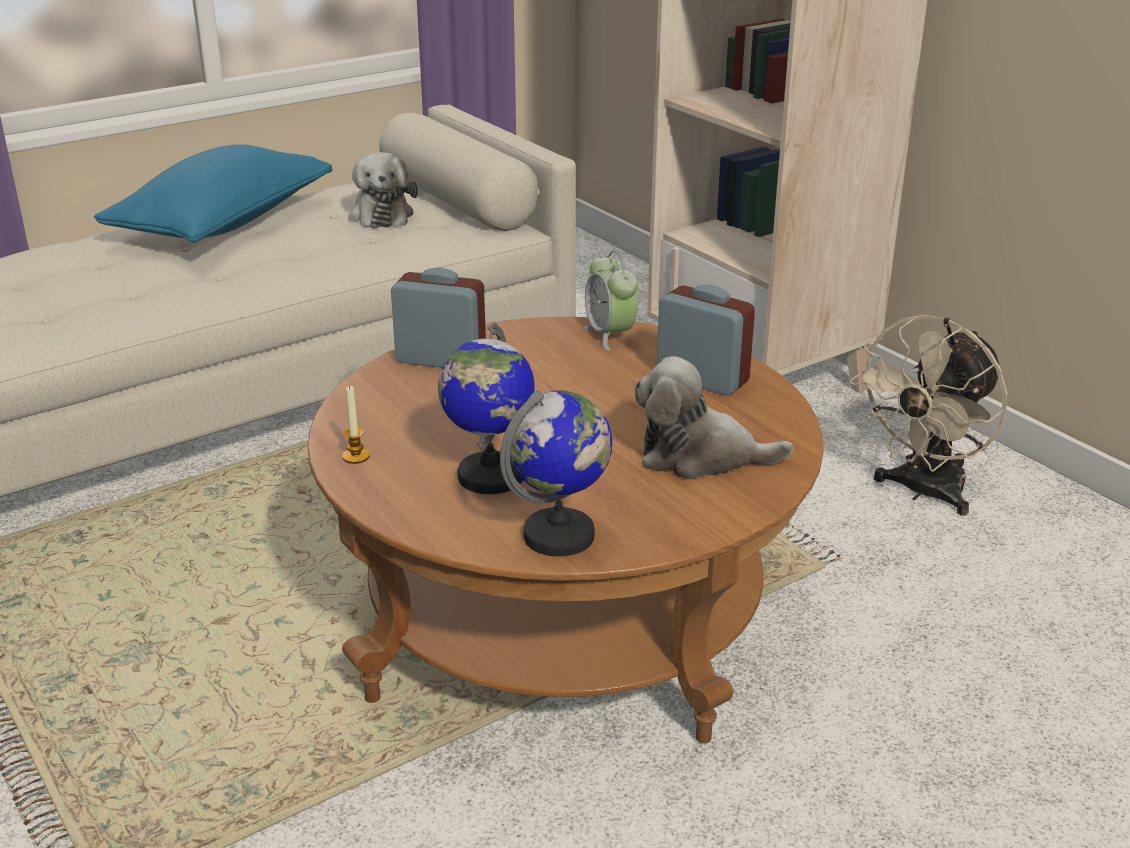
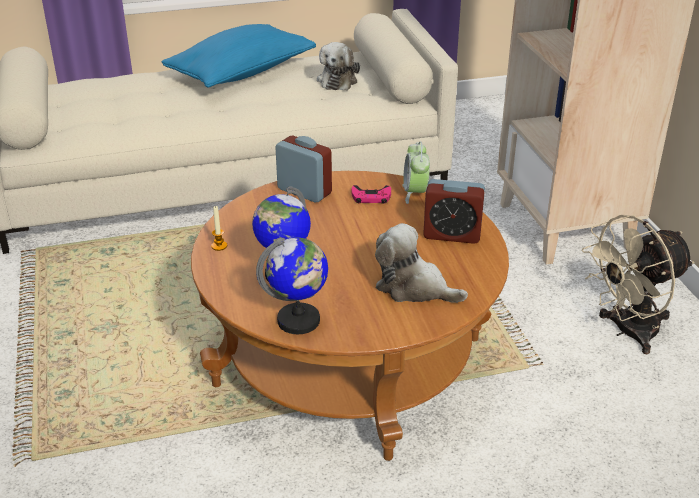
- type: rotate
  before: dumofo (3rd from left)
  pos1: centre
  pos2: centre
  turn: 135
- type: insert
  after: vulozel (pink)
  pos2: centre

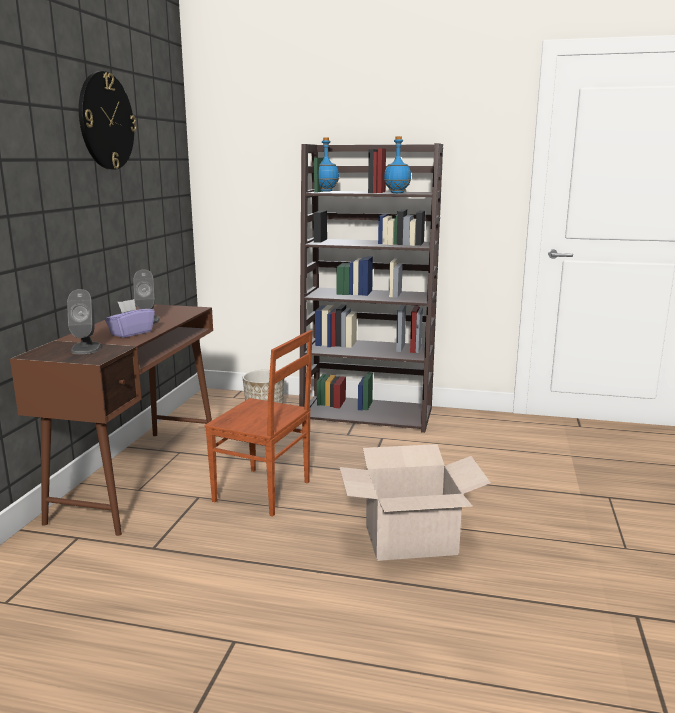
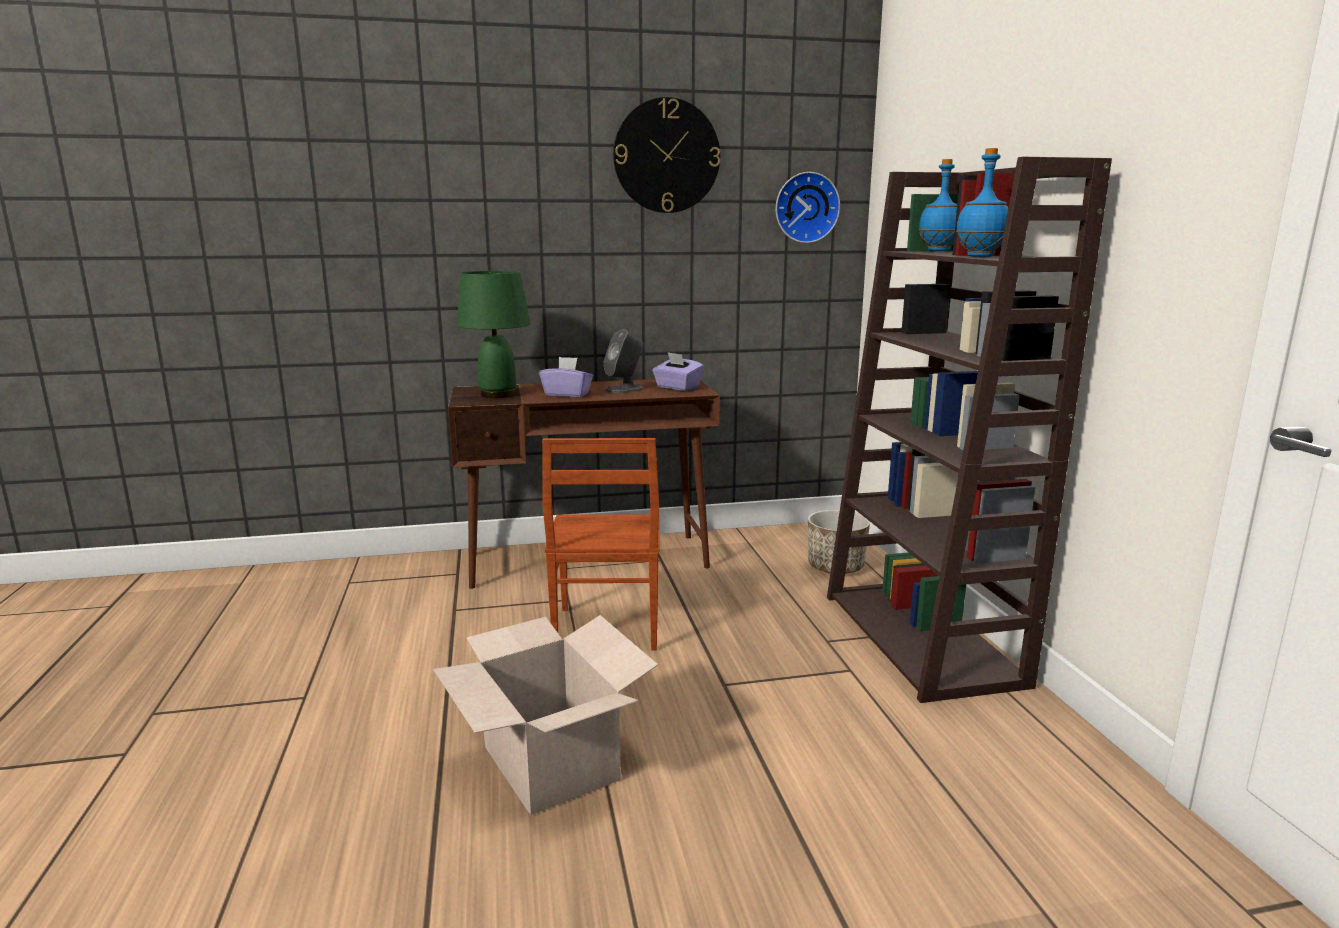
- type: replace
  before: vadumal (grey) (1st from left)
  after: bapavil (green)
  pos1: middle left
  pos2: centre
- type: insert
  after: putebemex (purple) (2nd from left)
  pos2: centre
- type: insert
  after: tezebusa (2nd from left)
  pos2: top centre

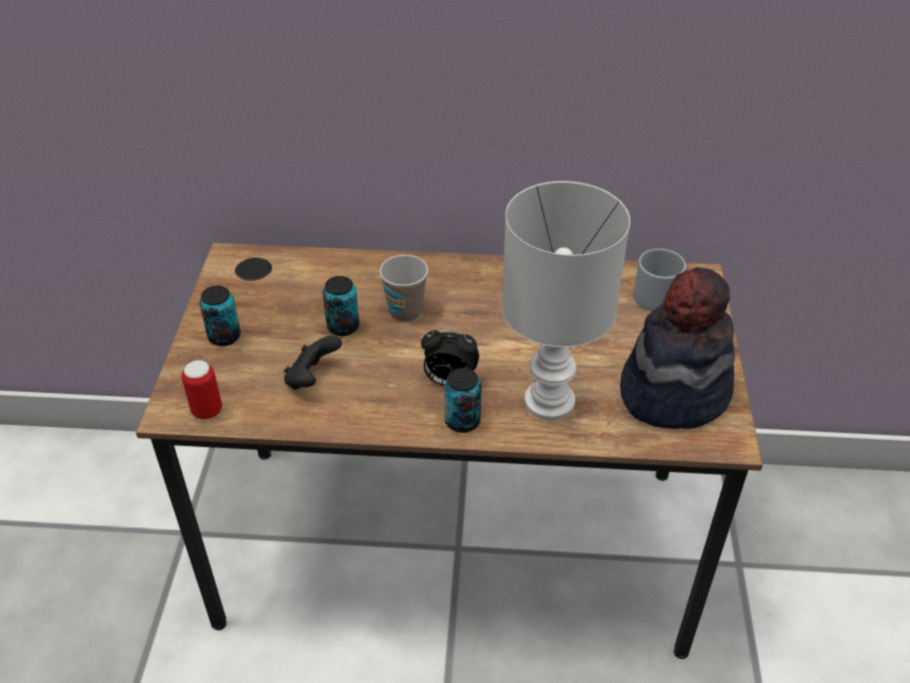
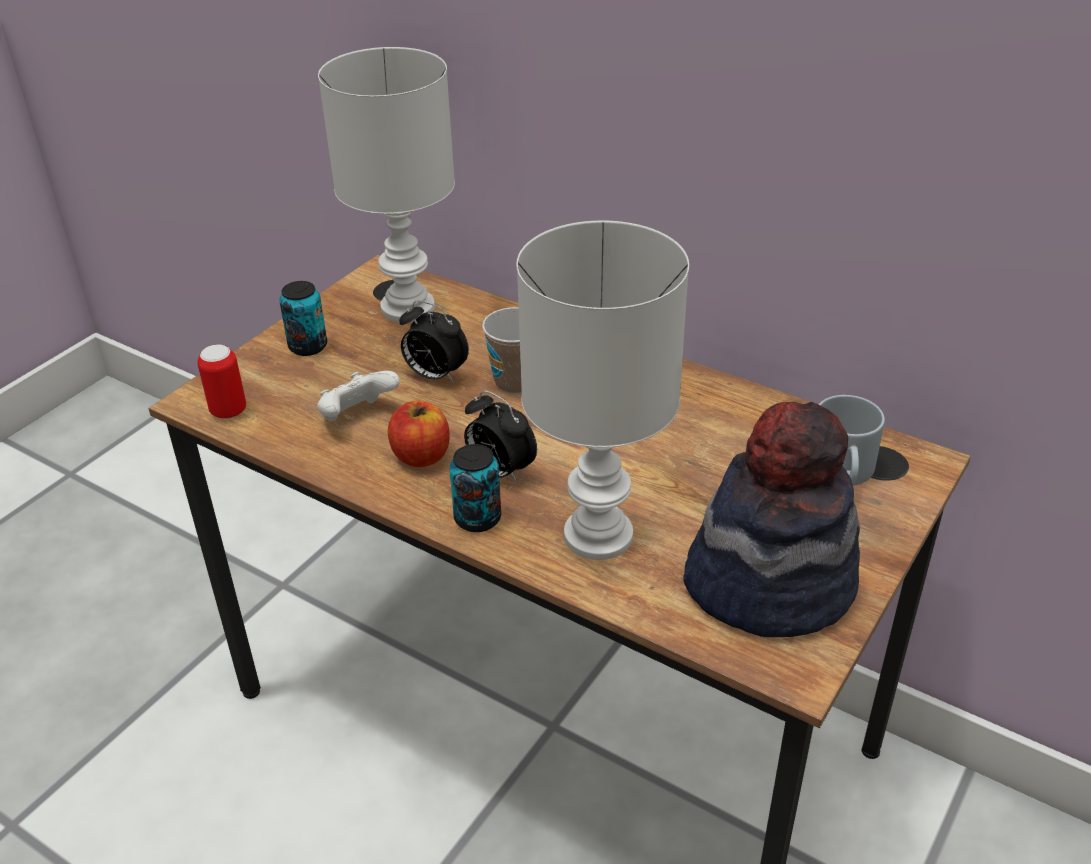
- type: recolor
  before: vulozel (black)
  after: vulozel (white)
  pos1: centre
  pos2: middle left
- type: replace
  before: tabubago (3rd from left)
  after: dumofo (1st from left)
  pos1: centre
  pos2: centre
- type: insert
  after: bapavil (white) (1st from left)
  pos2: top centre
- type: insert
  after: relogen
  pos2: centre

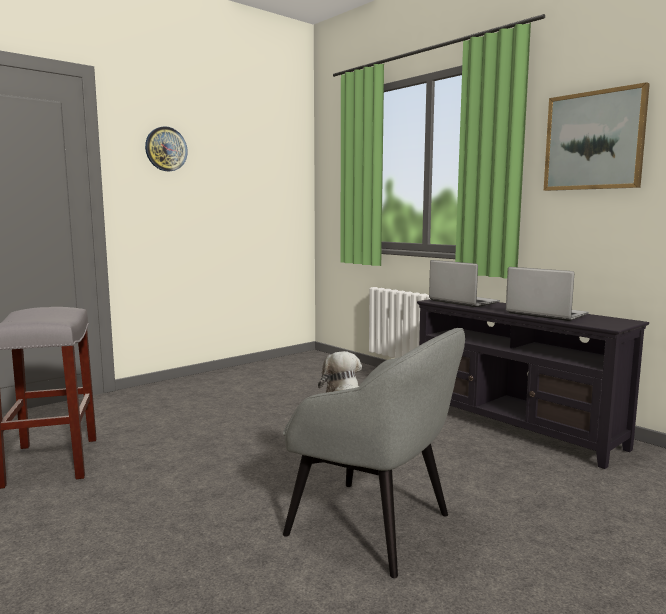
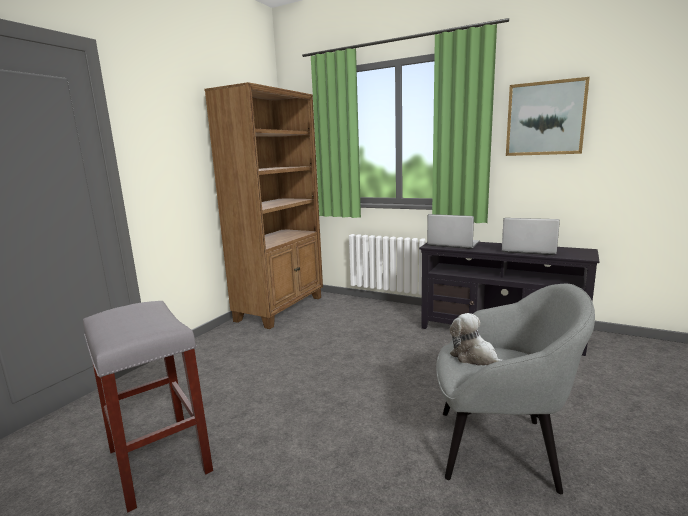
- type: delete
  before: tezebusa
  pos1: top left
- type: insert
  after: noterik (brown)
  pos2: centre

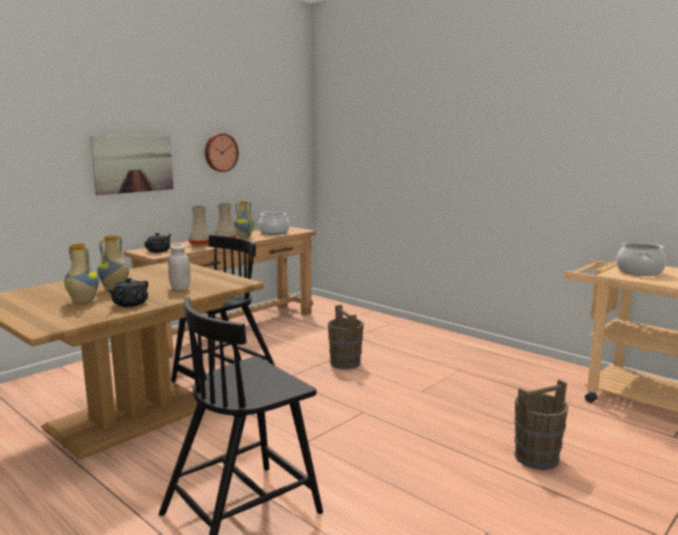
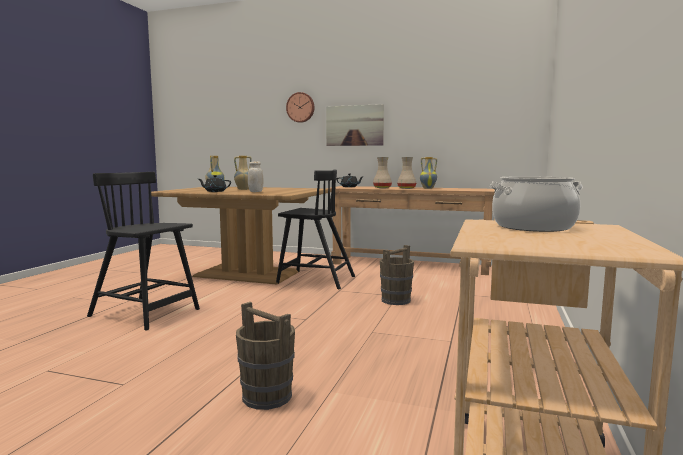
- type: move
  before: tezebusa
  pos1: top left
  pos2: top centre
- type: delete
  before: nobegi (1st from left)
  pos1: centre

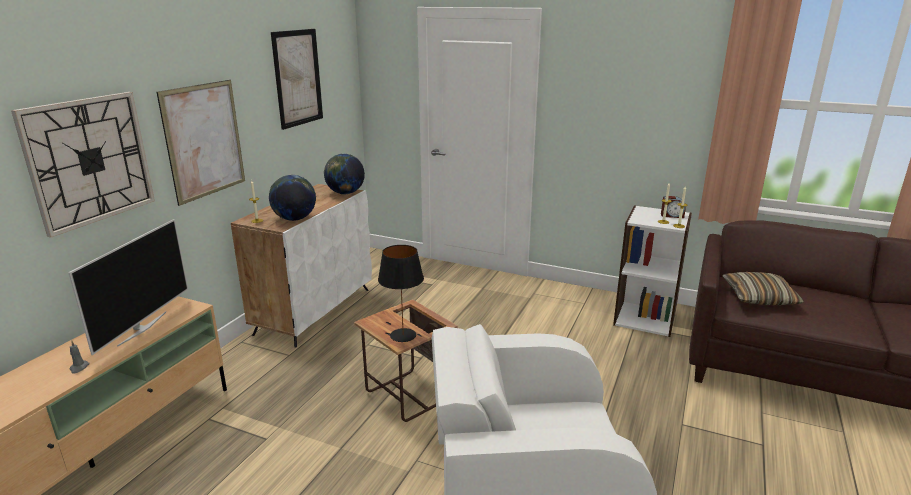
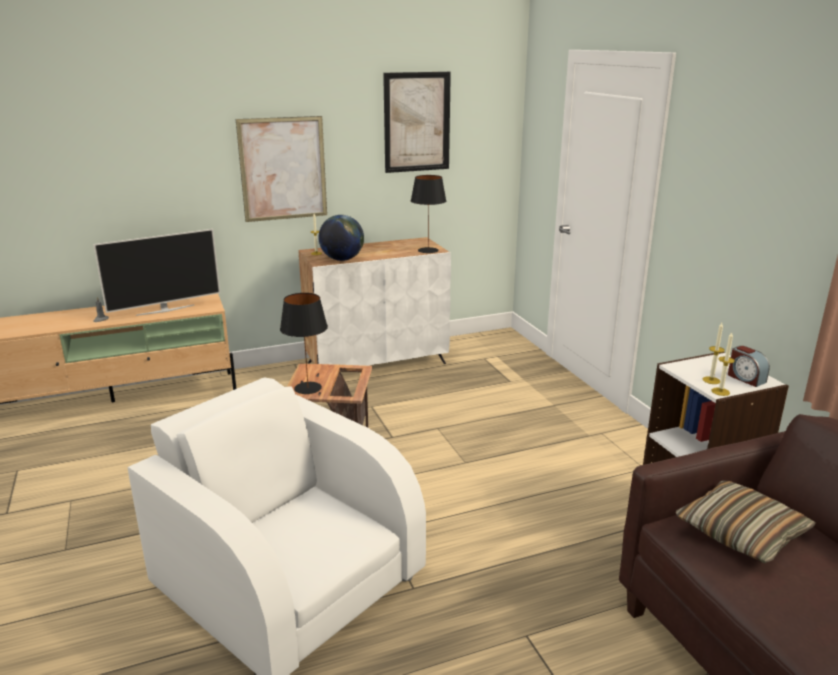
- type: delete
  before: tezebusa
  pos1: middle left
- type: replace
  before: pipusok (2nd from left)
  after: bapavil (black) (2nd from left)
  pos1: centre
  pos2: top centre

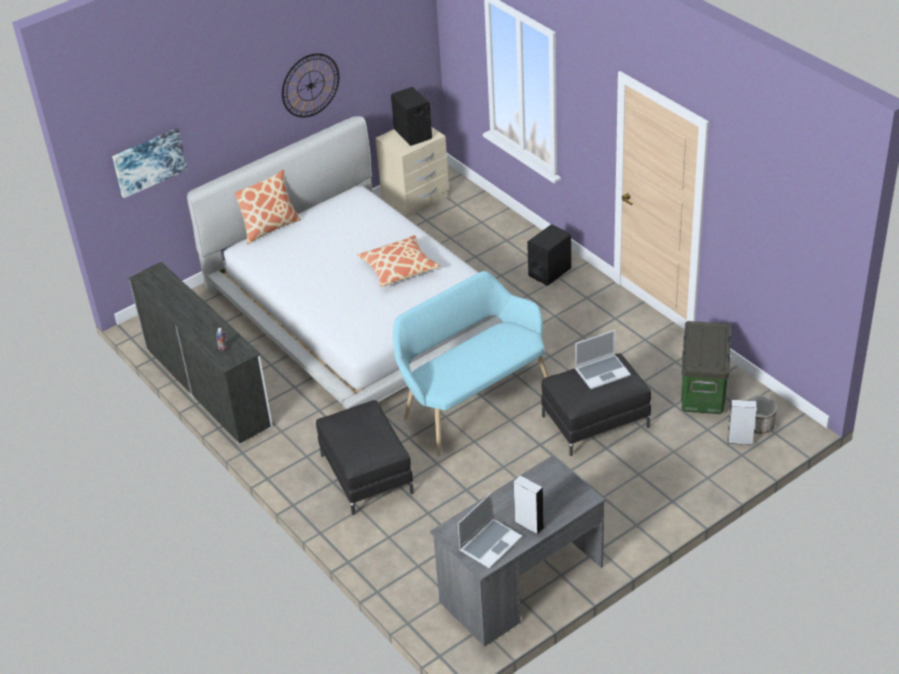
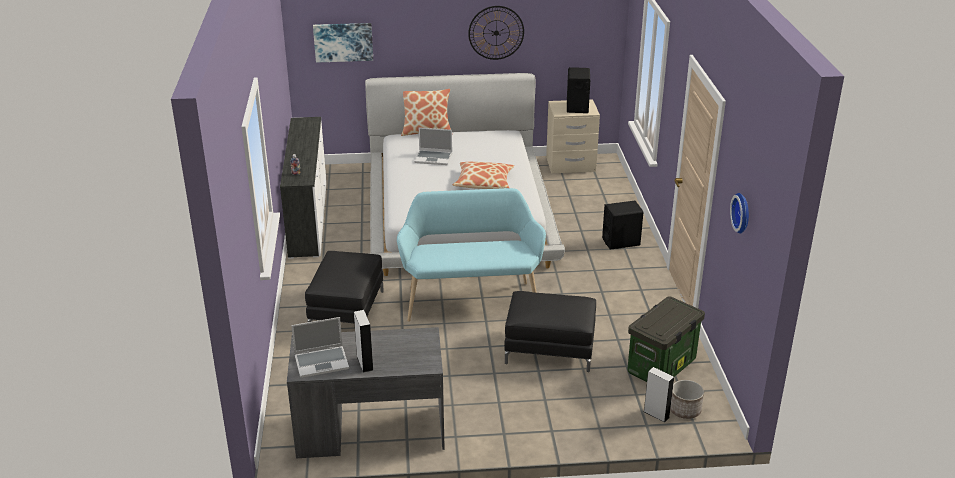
- type: move
  before: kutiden (2nd from left)
  pos1: middle right
  pos2: top centre
- type: insert
  after: tezebusa (2nd from left)
  pos2: middle right

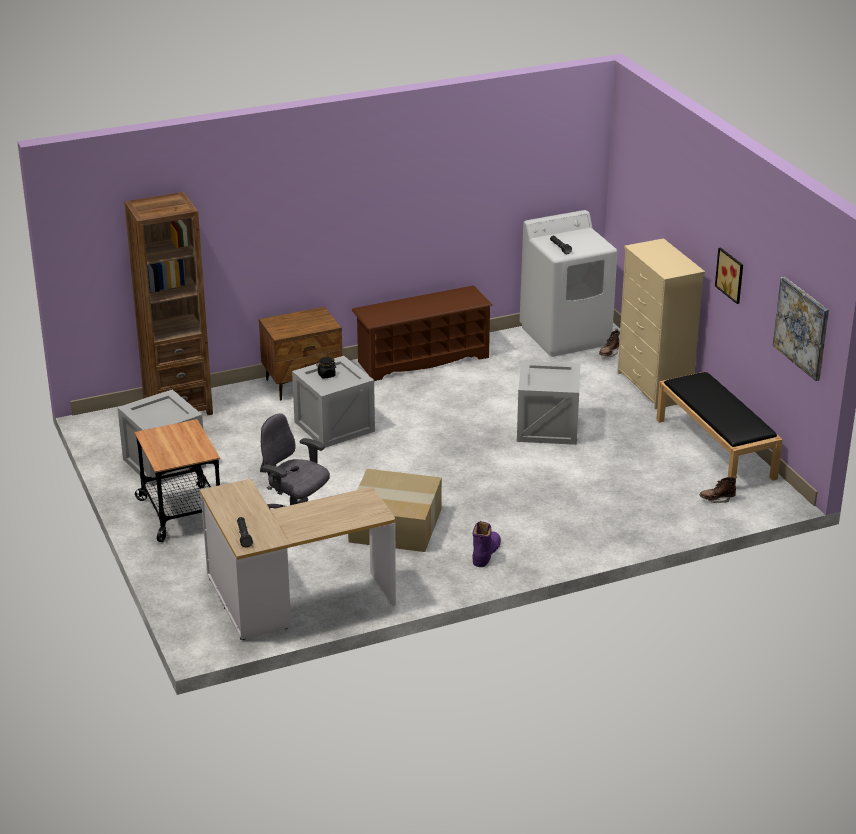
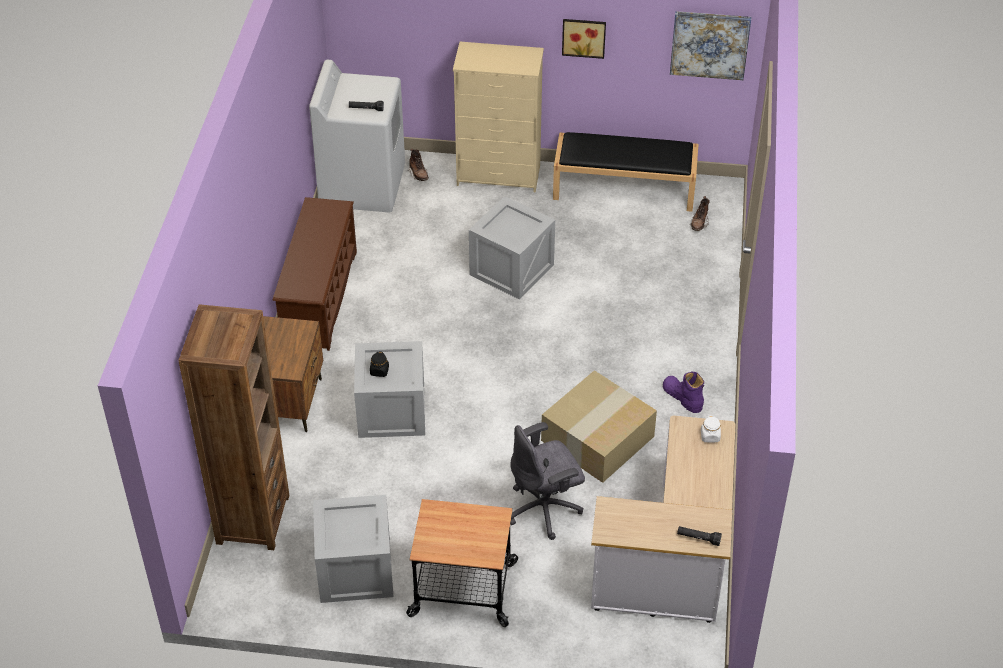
- type: insert
  after: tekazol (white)
  pos2: middle right

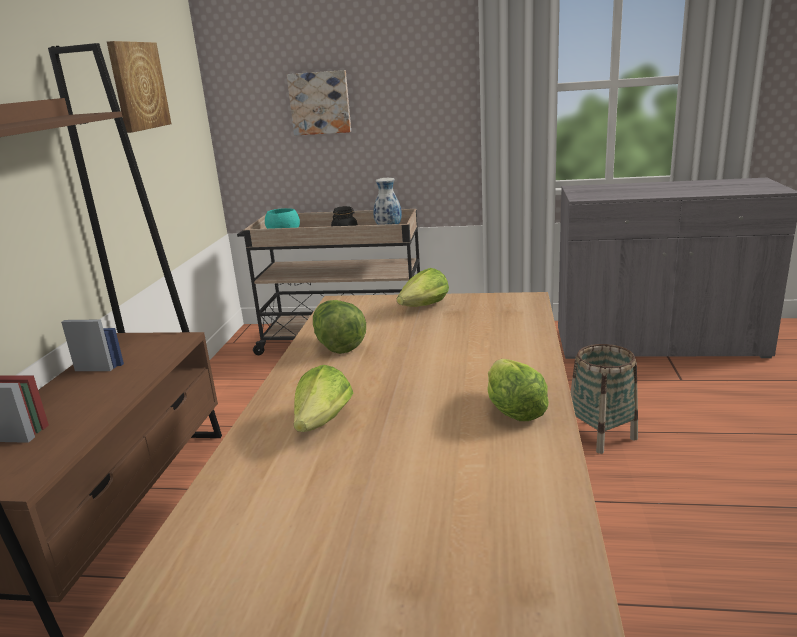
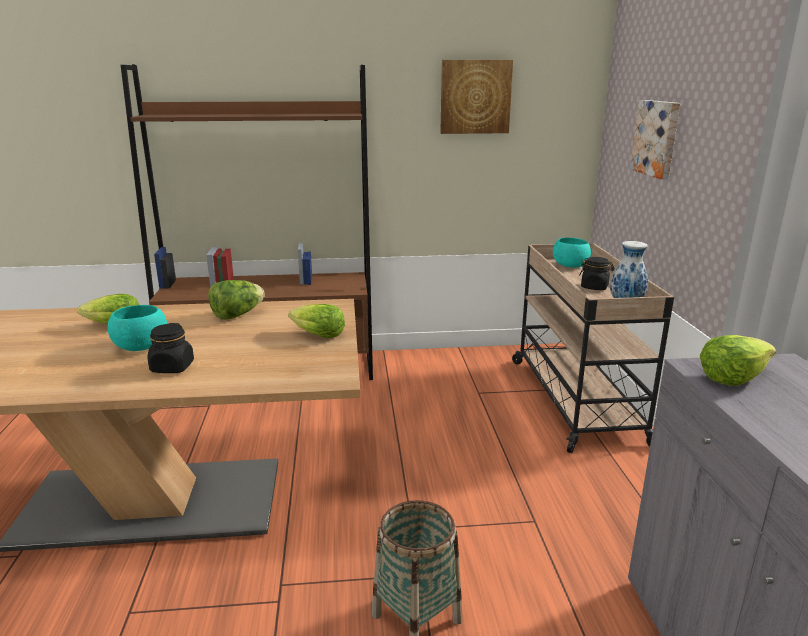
- type: move
  before: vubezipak (4th from left)
  pos1: centre
  pos2: middle right
- type: insert
  after: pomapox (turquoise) (1st from left)
  pos2: middle left
- type: insert
  after: tekazol (black) (1st from left)
  pos2: middle left

